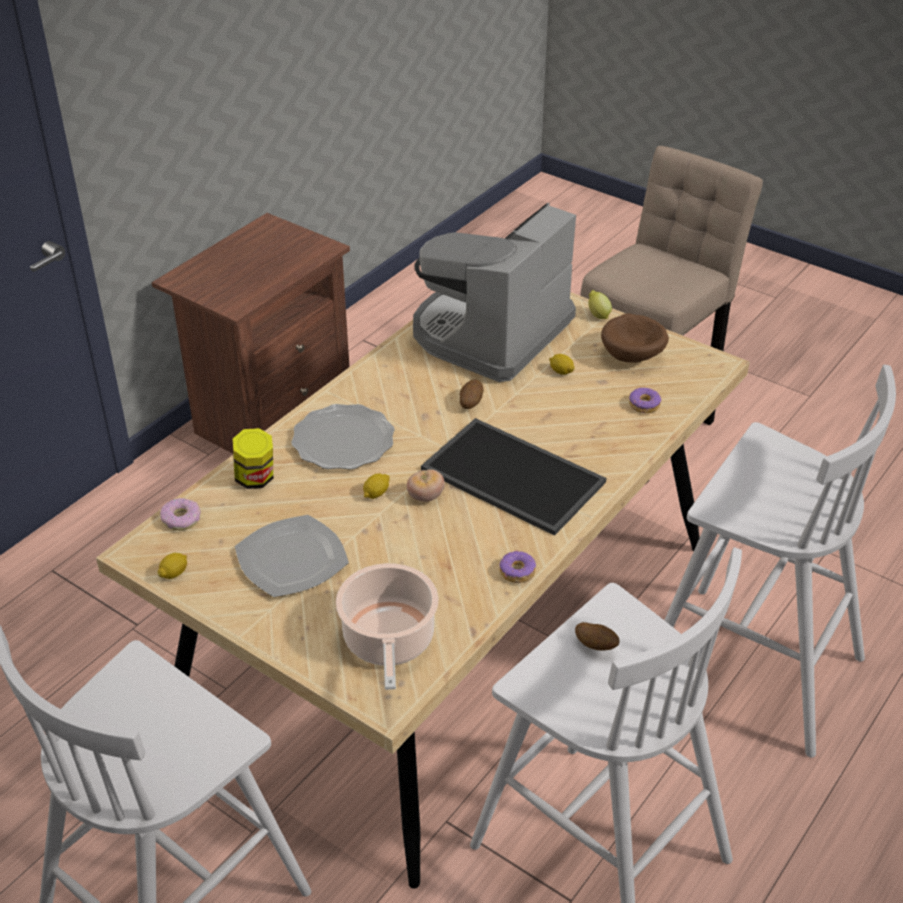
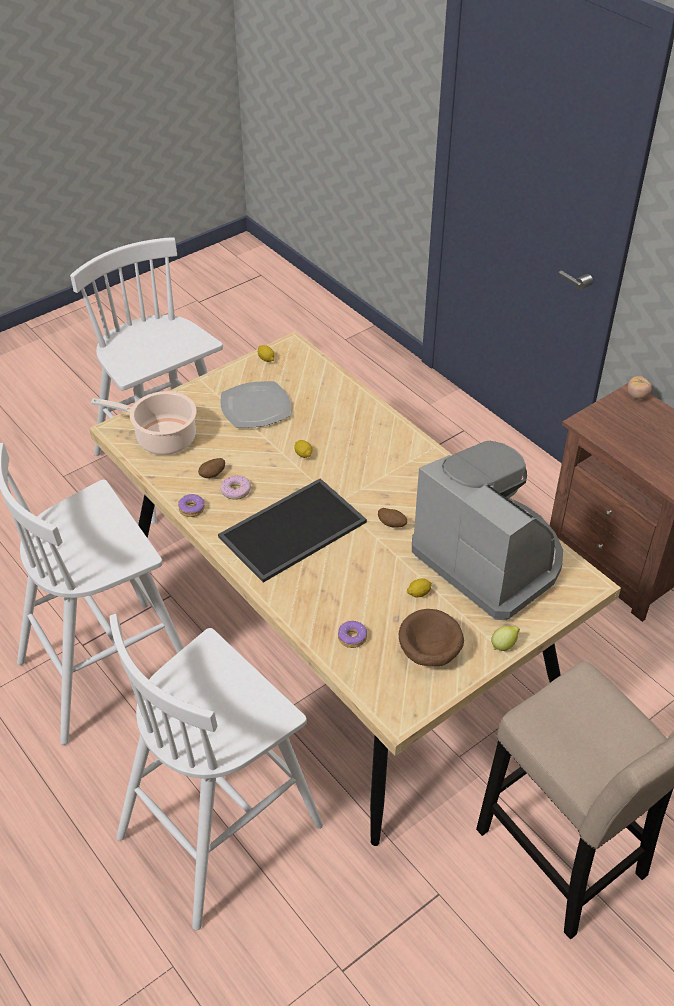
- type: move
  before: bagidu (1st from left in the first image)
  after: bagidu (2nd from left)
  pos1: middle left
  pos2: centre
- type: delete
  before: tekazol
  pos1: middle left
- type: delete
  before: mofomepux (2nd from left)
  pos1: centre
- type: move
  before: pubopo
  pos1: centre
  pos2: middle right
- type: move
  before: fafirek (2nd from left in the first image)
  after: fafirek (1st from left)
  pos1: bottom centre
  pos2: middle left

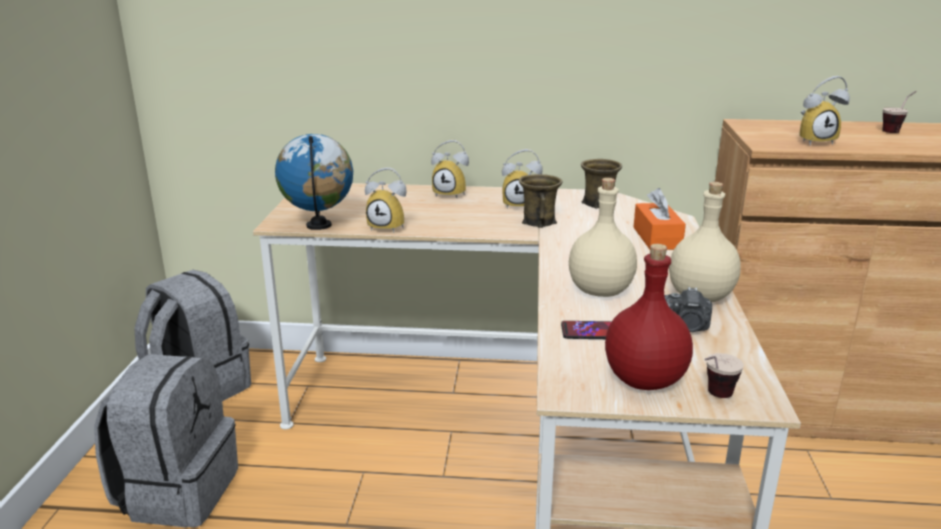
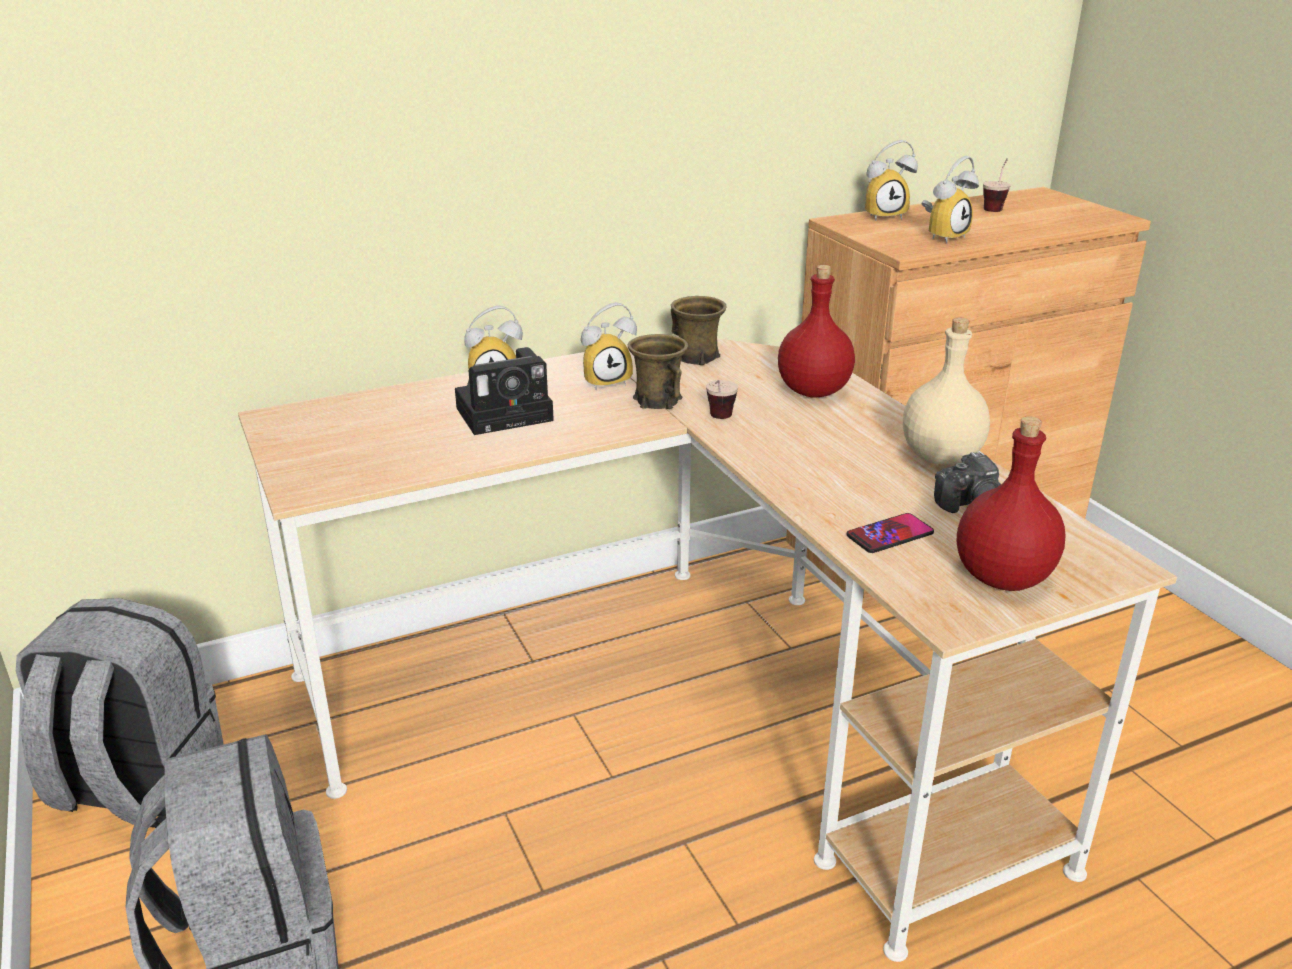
- type: delete
  before: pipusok
  pos1: centre
- type: move
  before: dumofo (1st from left in the first image)
  after: dumofo (3rd from left)
  pos1: centre
  pos2: top right
- type: delete
  before: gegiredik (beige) (1st from left)
  pos1: centre
- type: replace
  before: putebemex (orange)
  after: gegiredik (red) (1st from left)
  pos1: middle right
  pos2: centre
- type: move
  before: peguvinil (1st from left)
  pos1: bottom right
  pos2: centre
- type: insert
  after: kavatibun (1st from left)
  pos2: centre

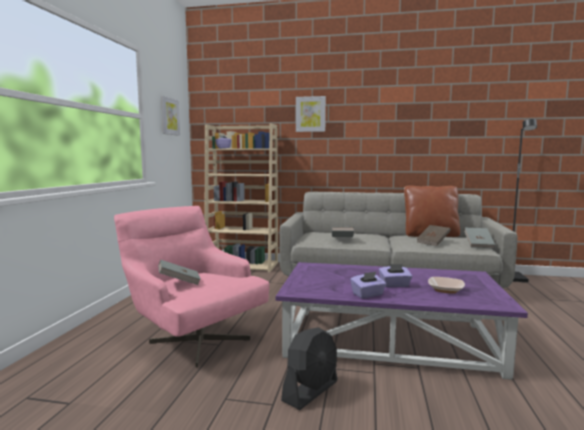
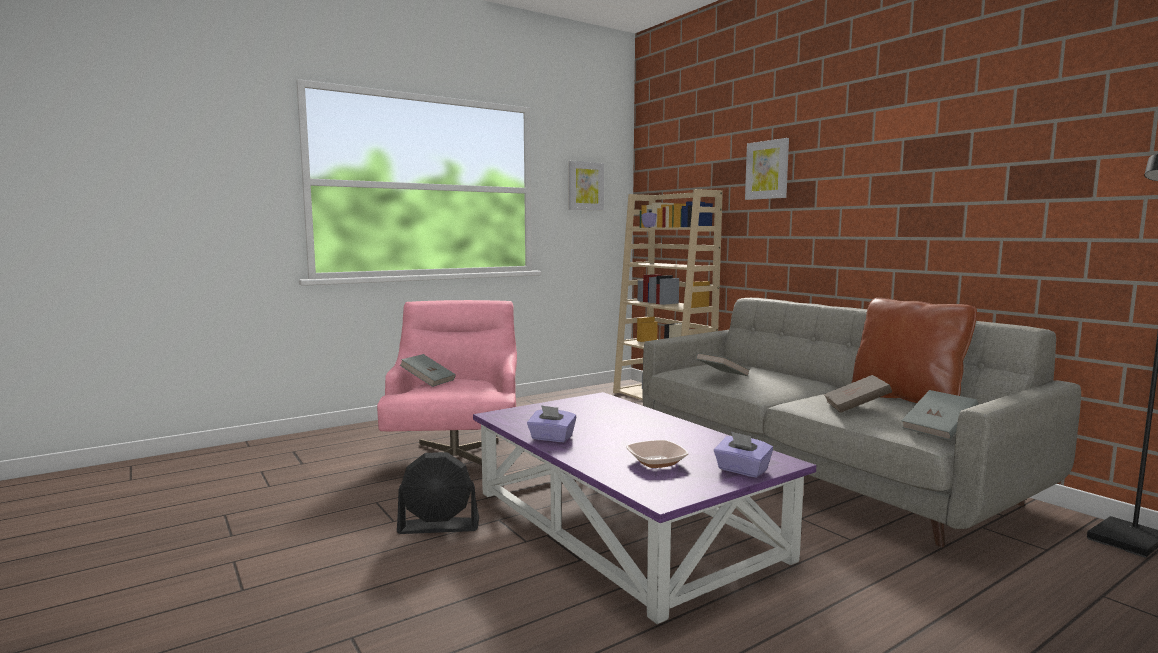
- type: move
  before: putebemex (purple) (3rd from left)
  pos1: middle right
  pos2: bottom centre

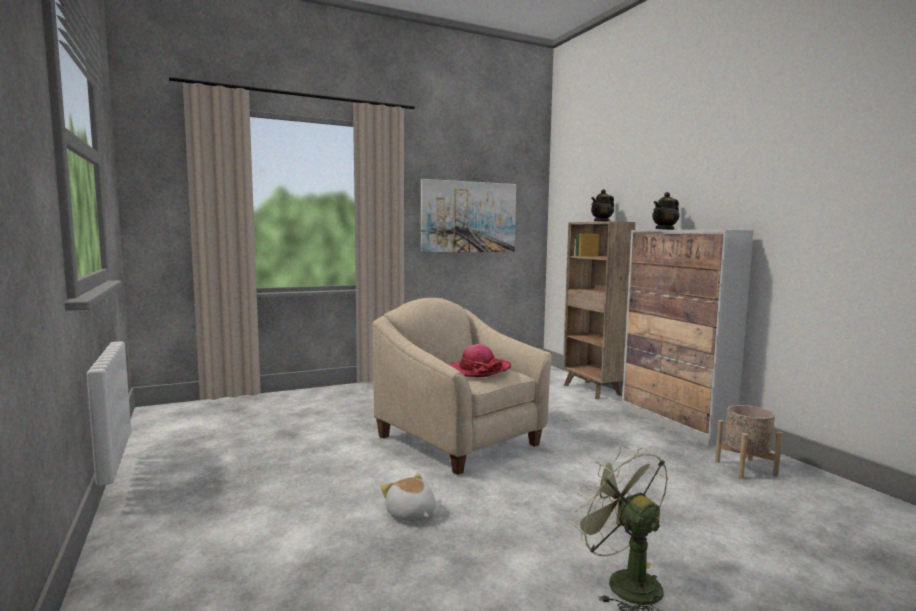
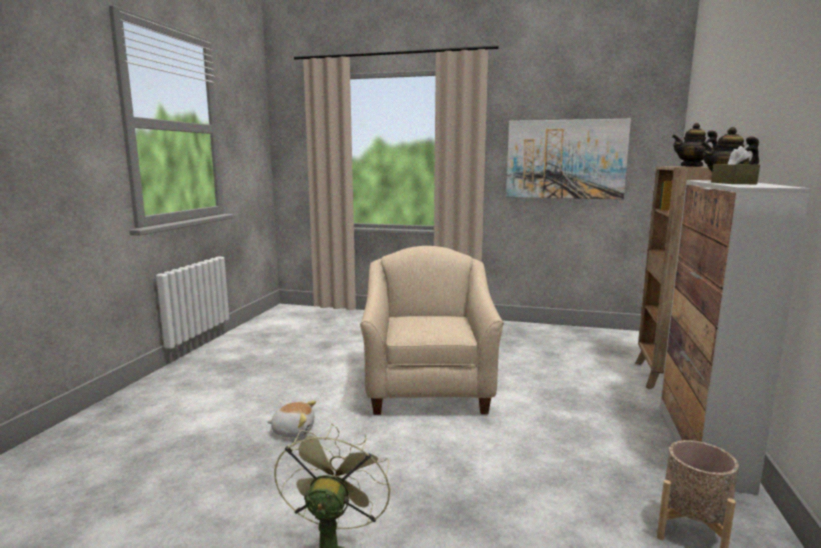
- type: rotate
  before: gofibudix
  pos1: bottom centre
  pos2: bottom centre
  turn: 90
- type: delete
  before: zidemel
  pos1: centre
- type: insert
  after: putebemex (brown)
  pos2: top right

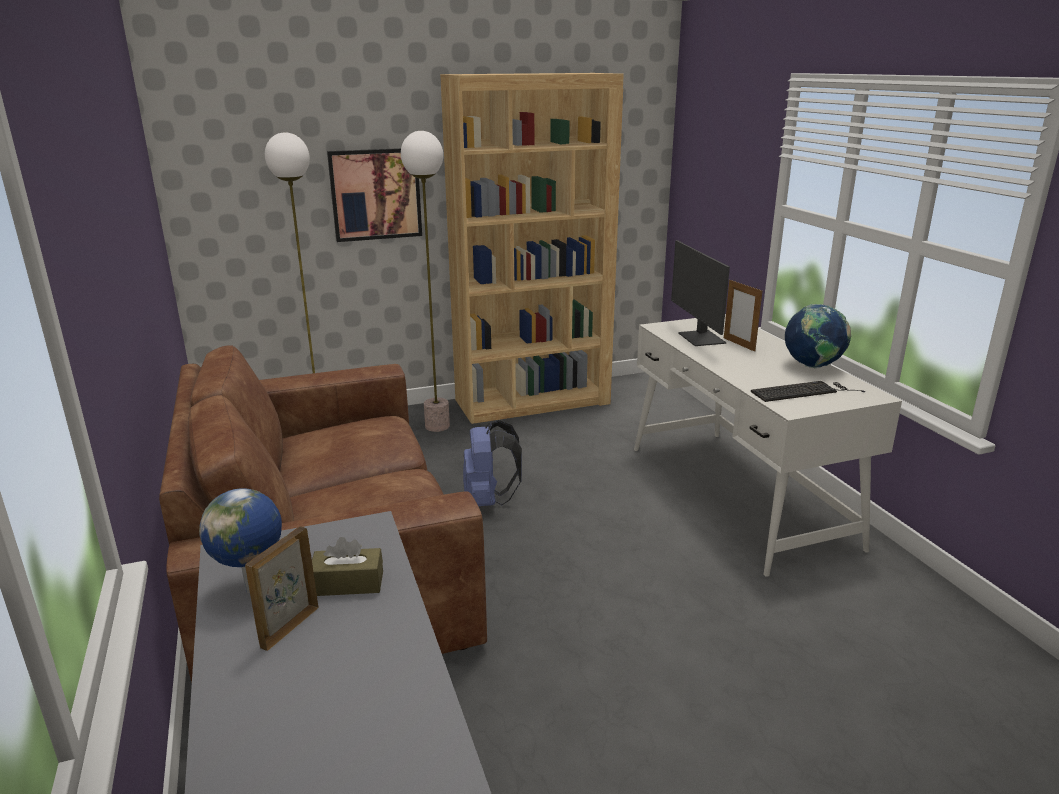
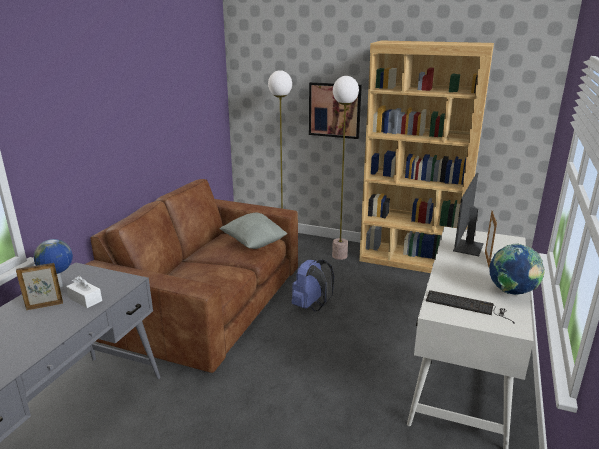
- type: recolor
  before: putebemex (brown)
  after: putebemex (white)
  pos1: bottom left
  pos2: middle left
- type: insert
  after: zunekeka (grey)
  pos2: centre

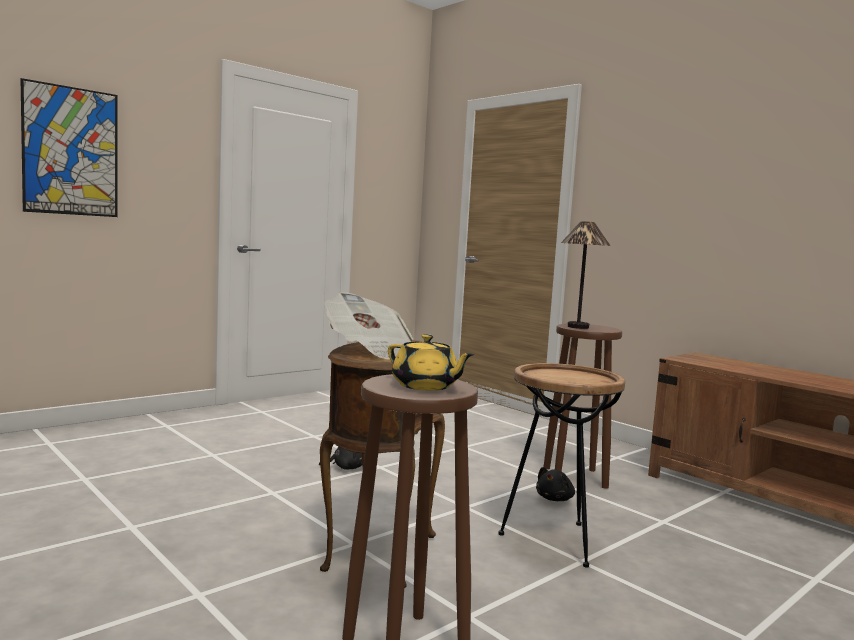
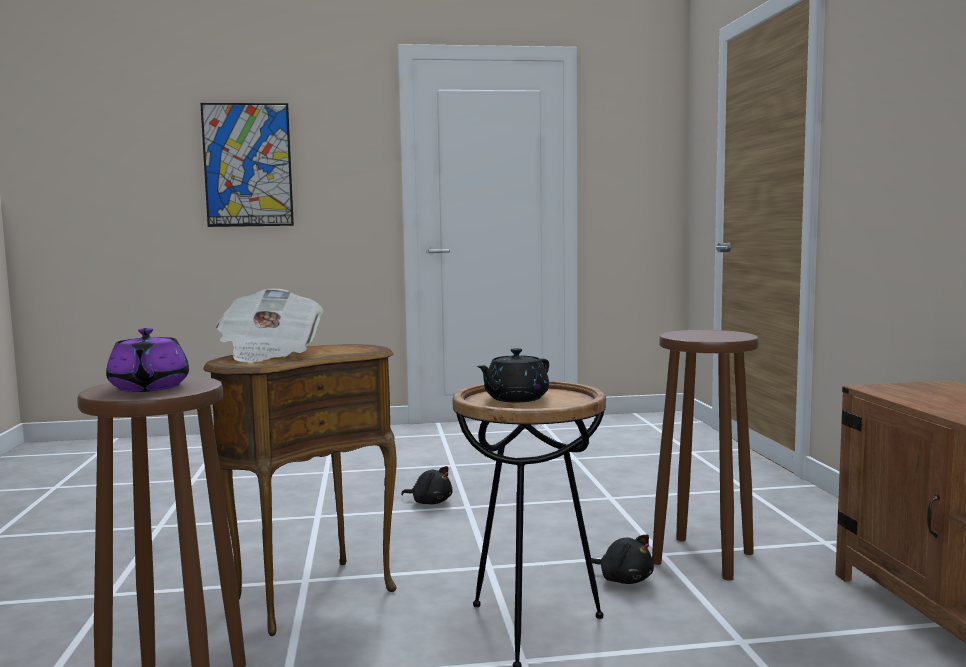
- type: recolor
  before: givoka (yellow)
  after: givoka (purple)
  pos1: centre
  pos2: middle left
- type: rotate
  before: gofibudix (black) (2nd from left)
  pos1: bottom centre
  pos2: bottom centre
  turn: -120
- type: delete
  before: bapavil
  pos1: middle right
- type: insert
  after: givoka (black)
  pos2: centre

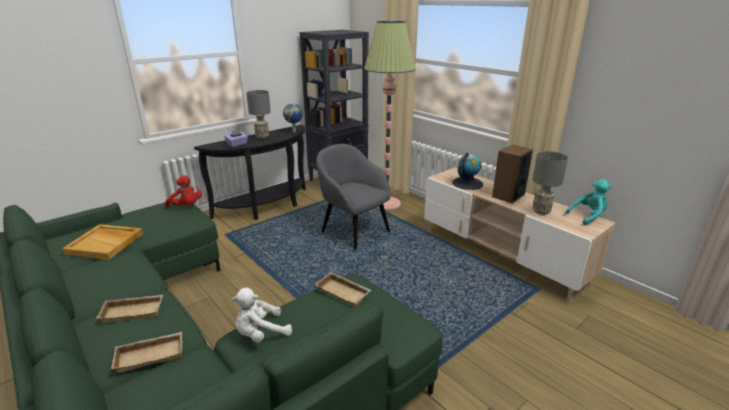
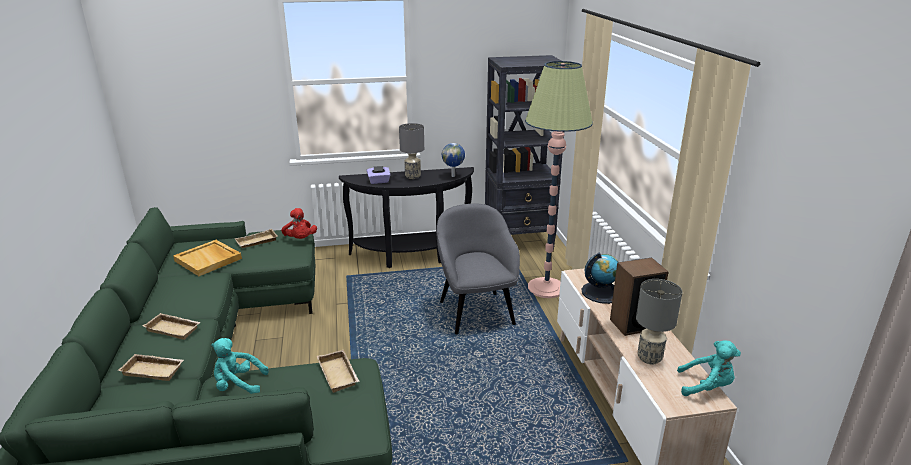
- type: recolor
  before: gofibudix (white)
  after: gofibudix (turquoise) (1st from left)
  pos1: bottom centre
  pos2: bottom left
- type: insert
  after: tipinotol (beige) (4th from left)
  pos2: middle left

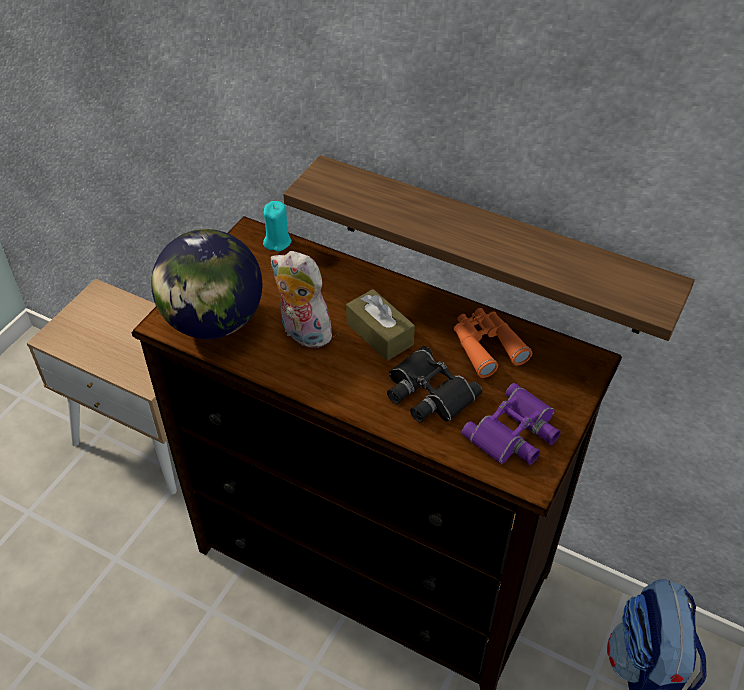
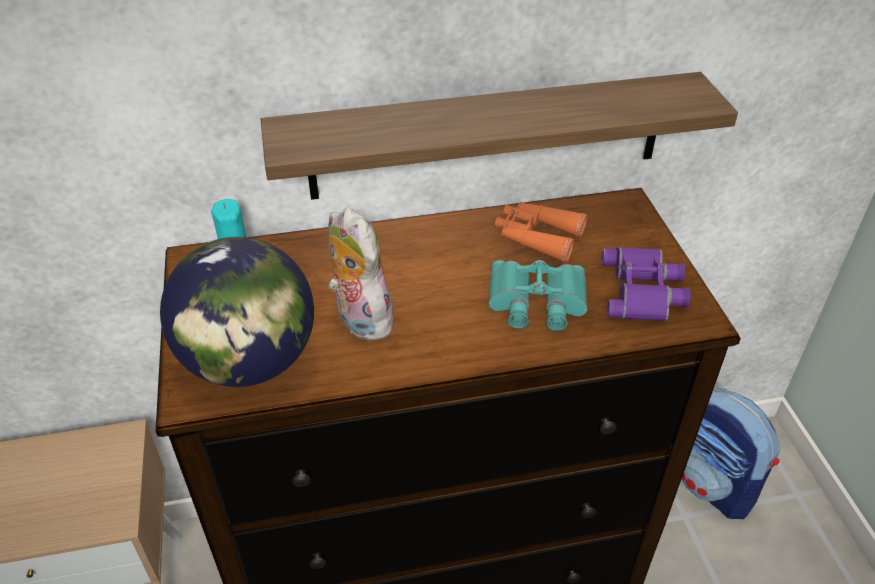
- type: rotate
  before: gofibudix
  pos1: centre
  pos2: centre
  turn: 60
- type: delete
  before: putebemex (brown)
  pos1: centre
- type: recolor
  before: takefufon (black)
  after: takefufon (turquoise)
  pos1: centre
  pos2: centre

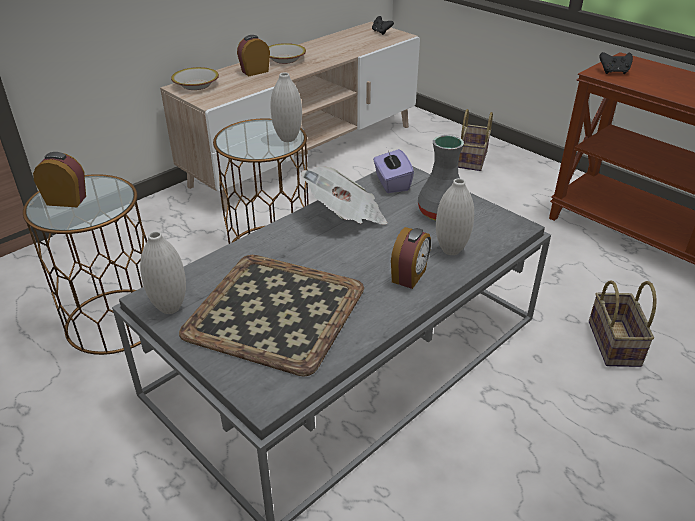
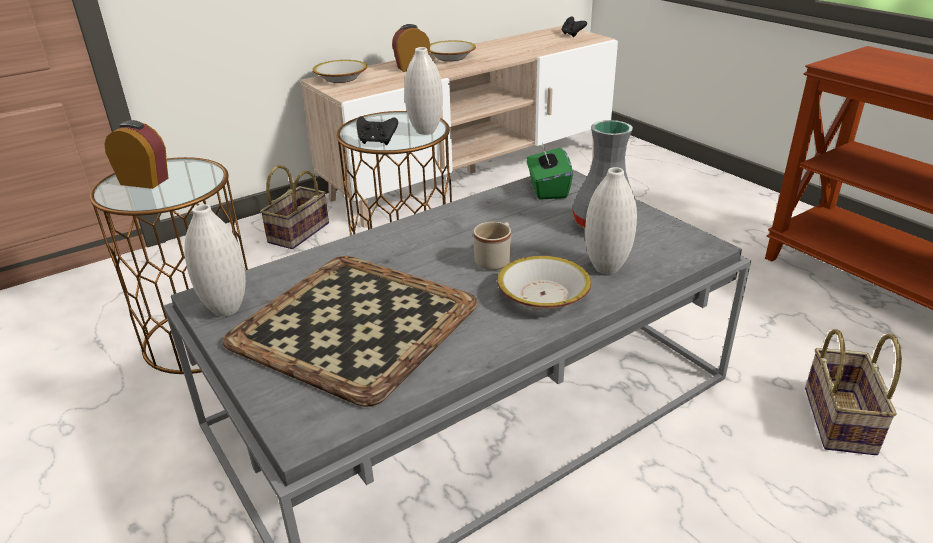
- type: delete
  before: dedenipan
  pos1: centre
- type: recolor
  before: putebemex (purple)
  after: putebemex (green)
  pos1: top centre
  pos2: top centre
- type: replace
  before: dumofo (3rd from left)
  after: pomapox (3rd from left)
  pos1: centre
  pos2: centre
- type: move
  before: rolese (1st from left)
  pos1: top right
  pos2: middle left
- type: move
  before: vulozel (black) (2nd from left in the first image)
  after: vulozel (black) (1st from left)
  pos1: top right
  pos2: top centre
- type: insert
  after: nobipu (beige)
  pos2: centre

